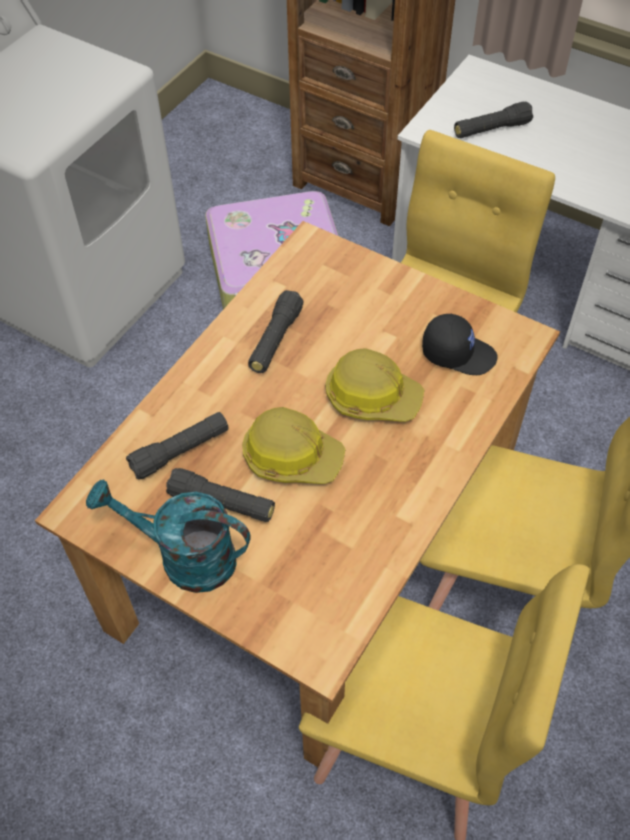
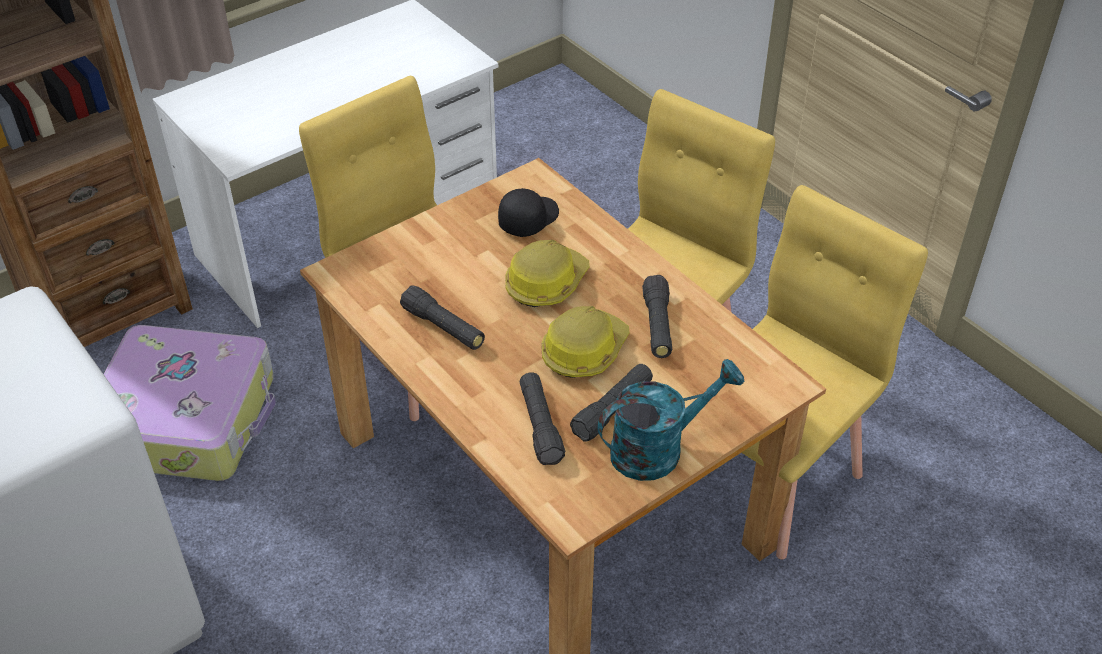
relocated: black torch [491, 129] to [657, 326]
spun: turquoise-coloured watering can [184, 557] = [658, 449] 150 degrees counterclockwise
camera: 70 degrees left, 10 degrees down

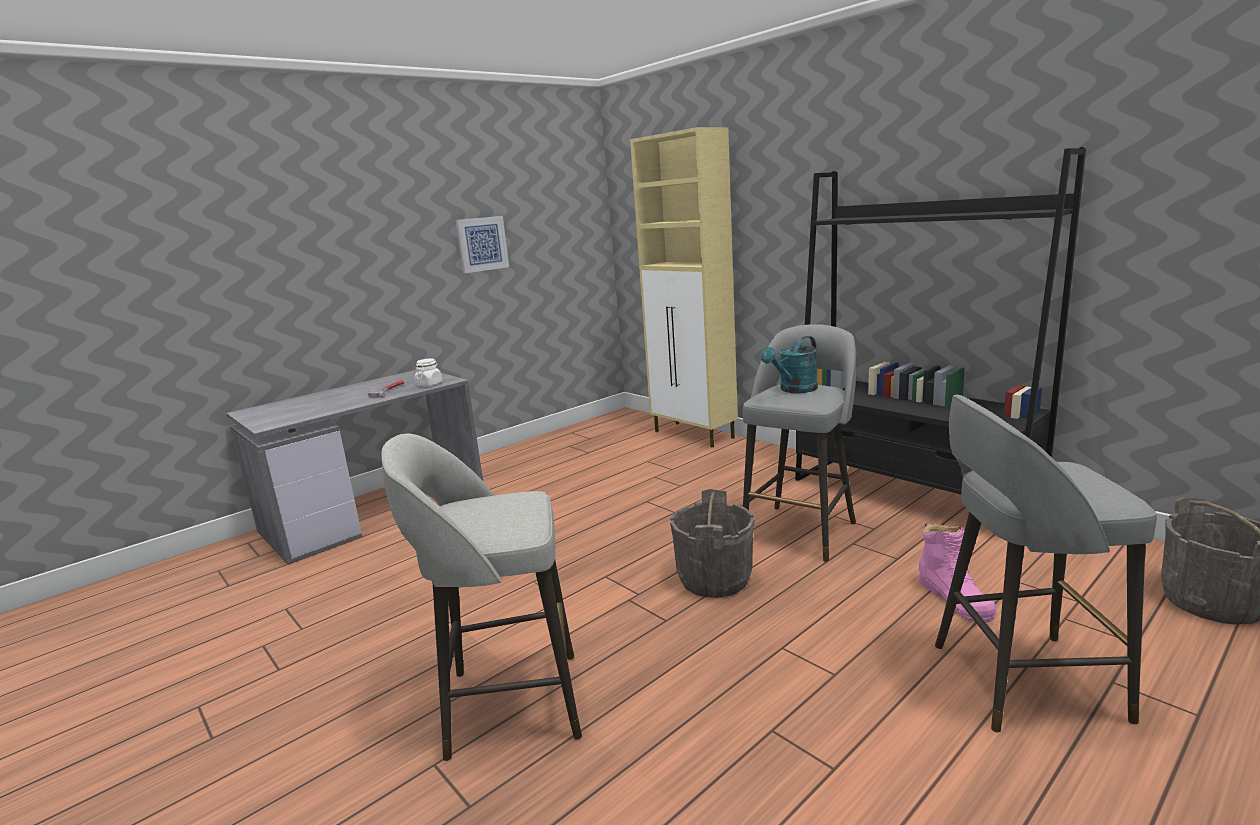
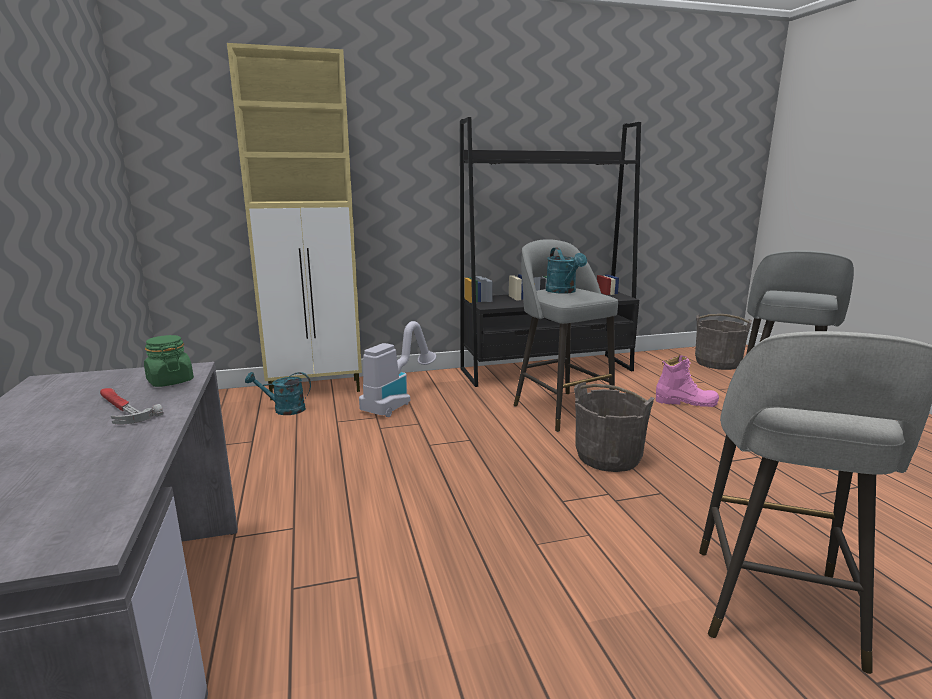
missing: wall art [482, 244]
appeared: turquoise-coloured watering can [284, 409]; vacuum cleaner [397, 401]
colour: whitish jar [429, 384] to greenish jar [170, 381]
camera: 65 degrees left, 0 degrees up

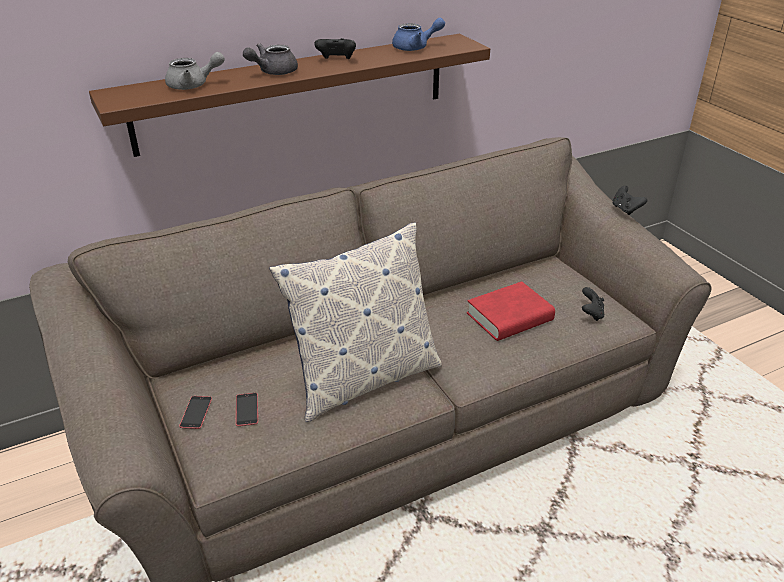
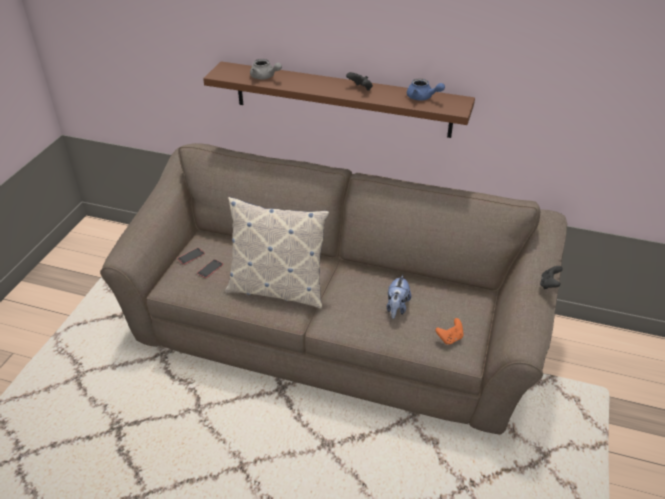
missing: grey teapot [273, 72]
exchanged: red-coloured bound book [509, 317] to cuddly toy [397, 308]
colour: black gamepad [591, 314] to orange gamepad [450, 338]
camera: 45 degrees right, 5 degrees up

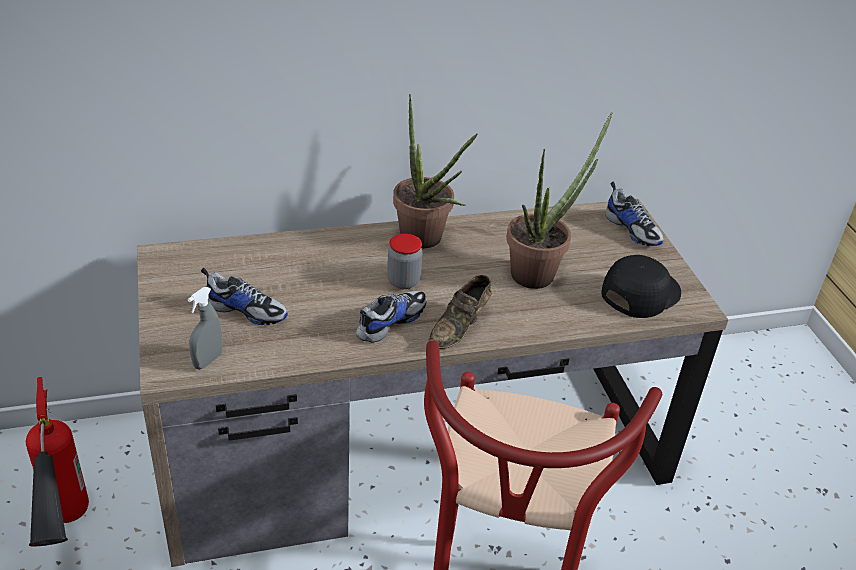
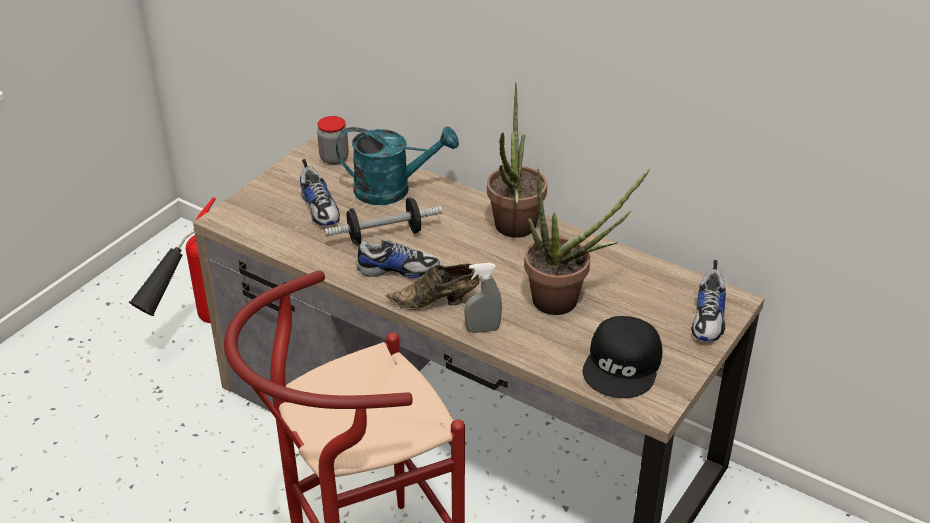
appeared: free weight [384, 235]; turquoise-coloured watering can [393, 190]
relocated: grey spray bottle [207, 361] to [482, 329]; jar [403, 281] to [334, 158]
spun: black cap [639, 292] = [623, 365] 105 degrees clockwise
camera: 50 degrees right, 0 degrees up

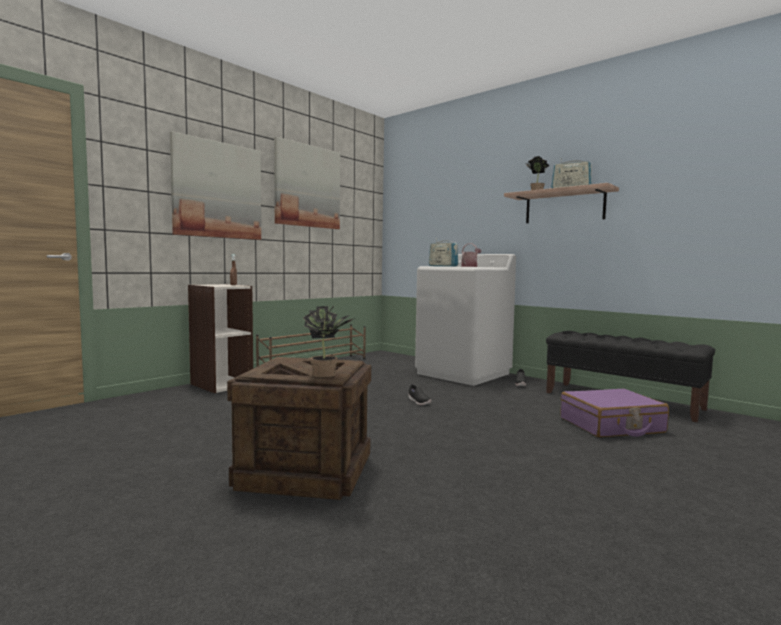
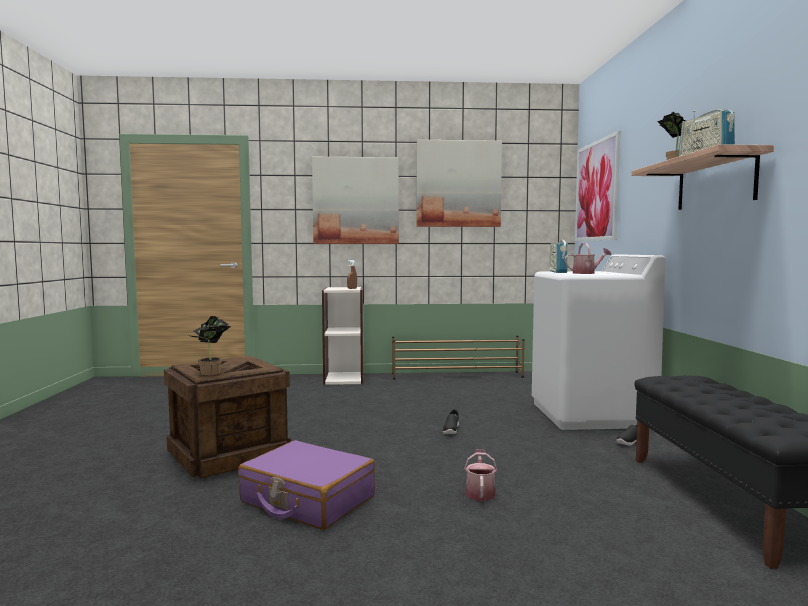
appeared: watering can [480, 492]; wall art [596, 191]
relocated: purple suitcase [611, 425] to [307, 500]
camera: 45 degrees right, 0 degrees up

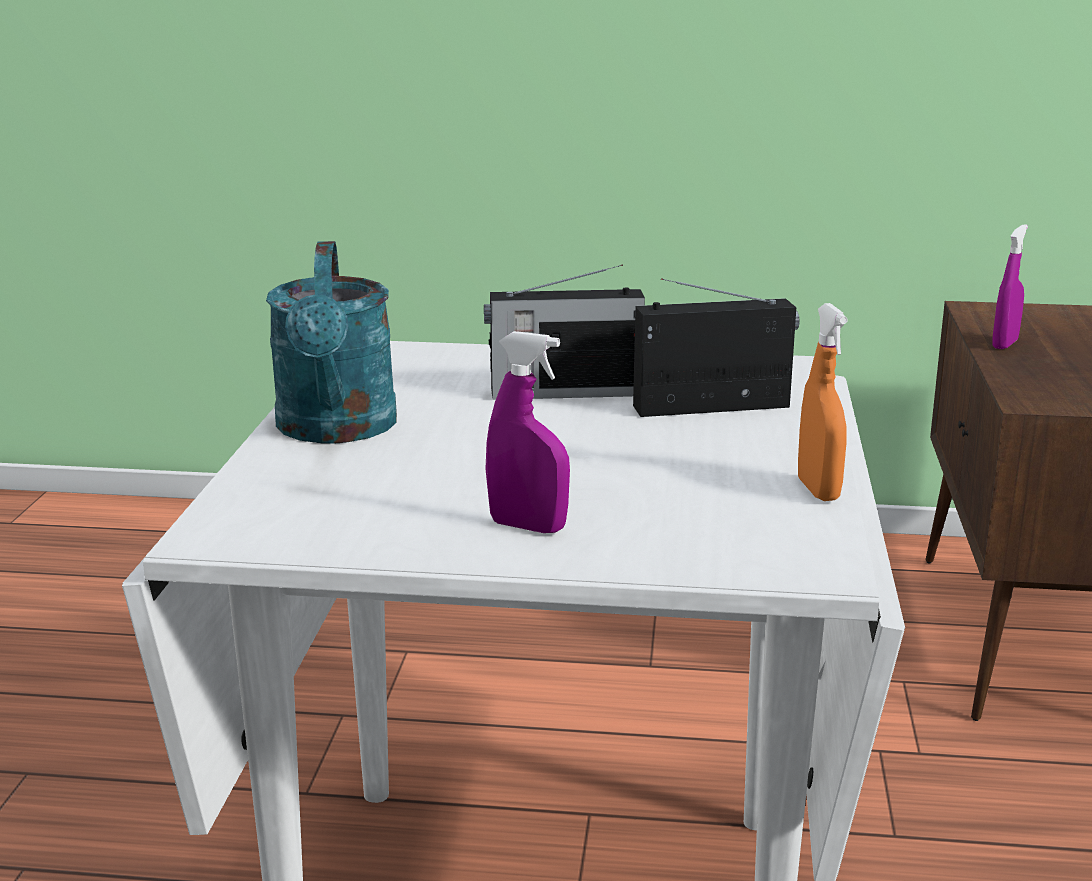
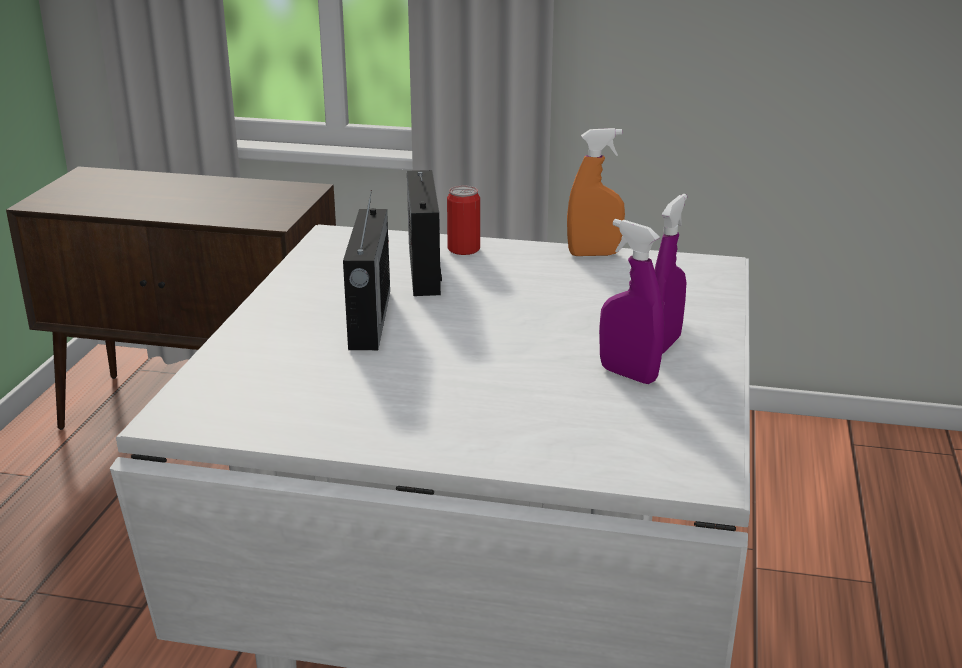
missing: turquoise-coloured watering can [336, 430]
appeared: can [463, 249]
relocated: purple spray bottle [1005, 344] to [628, 374]
camera: 85 degrees left, 5 degrees up

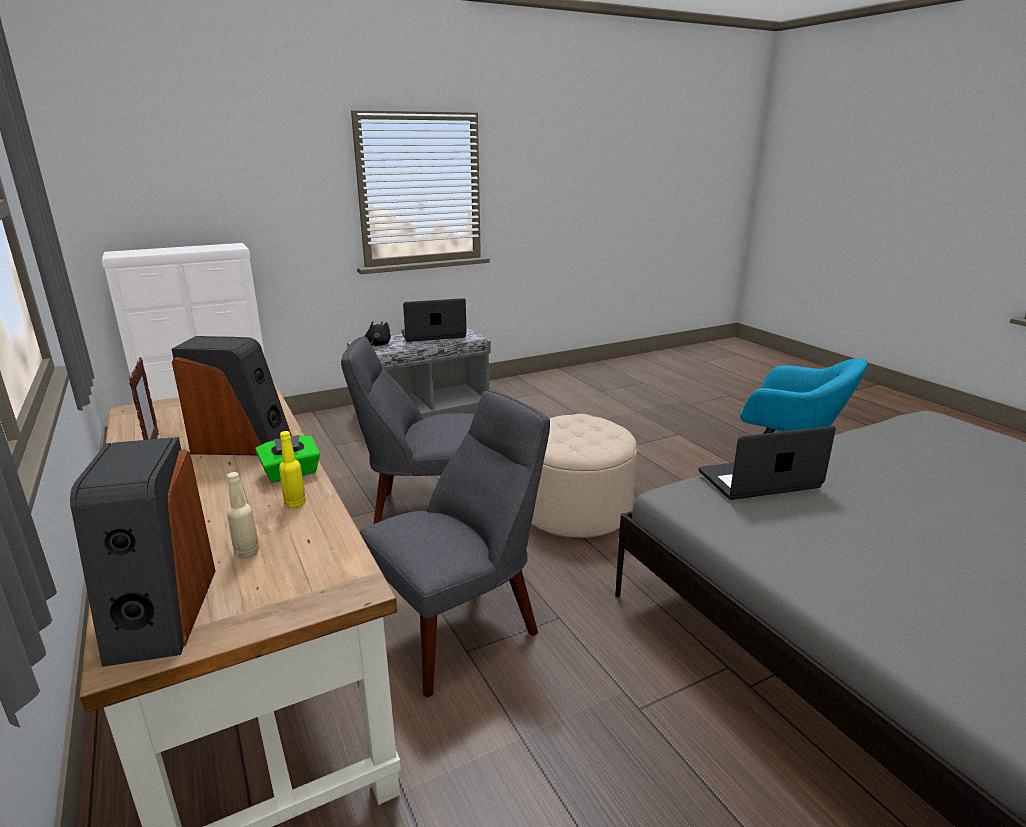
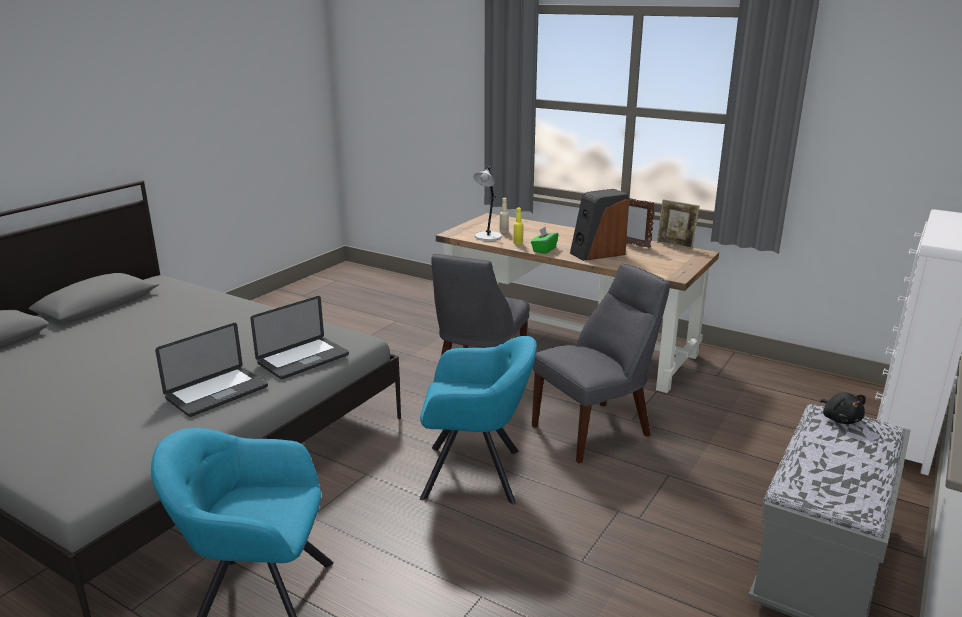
missing: loudspeaker [161, 613]
appeared: grey table lamp [487, 237]; picture frame [675, 245]
relocated: portable computer [433, 335] to [217, 393]
exchanged: beige-coloured ottoman [575, 509] to turquoise-coloured lounge chair [477, 474]
camera: 150 degrees right, 0 degrees up

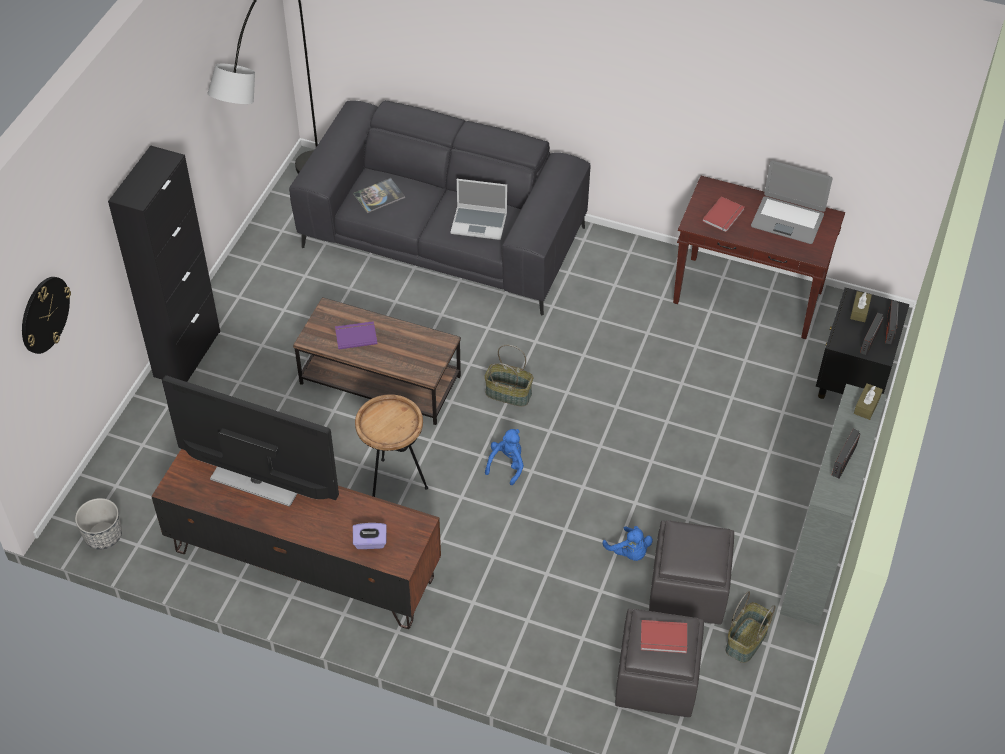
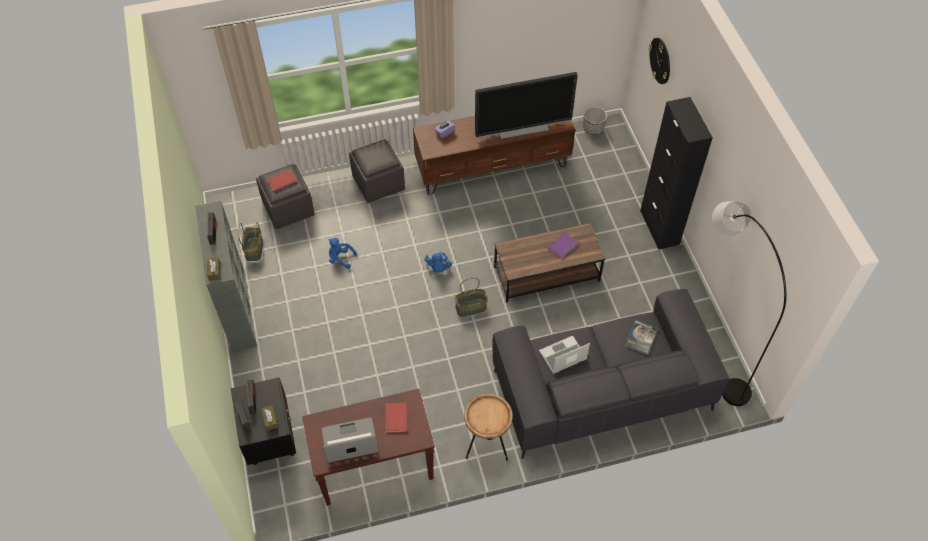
relocated: brown side table [394, 484] to [486, 447]; grey ottoman [687, 591] to [378, 183]
camera: 145 degrees right, 5 degrees up

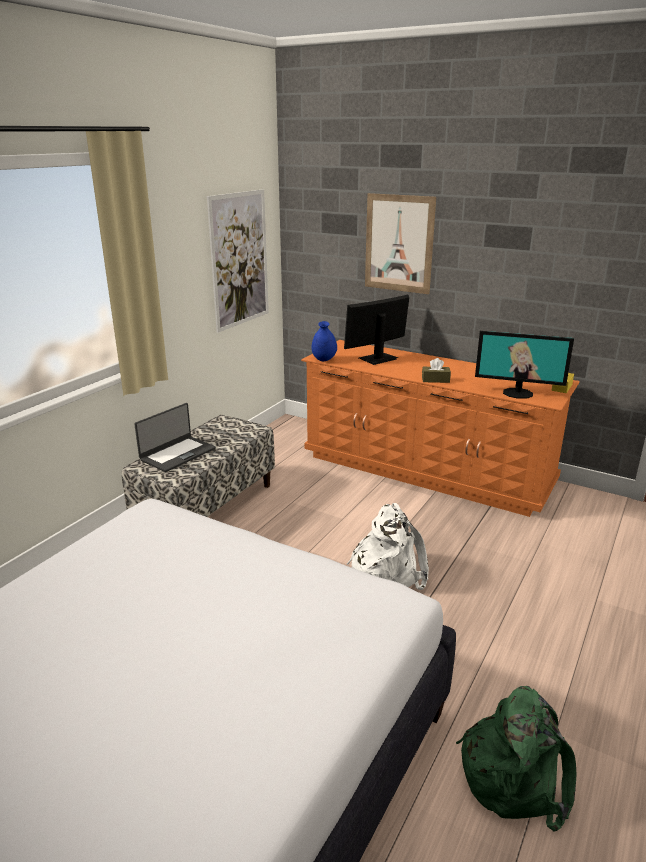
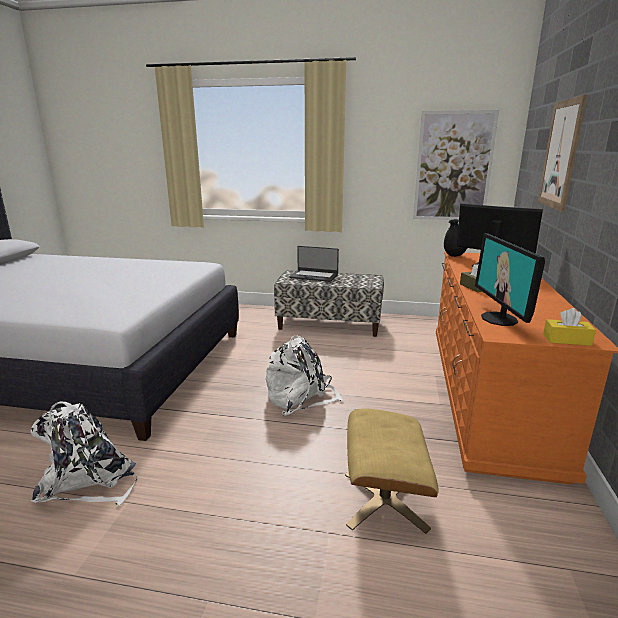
appeared: beige-coloured ottoman [384, 500]
colour: bluish decorative vase [324, 360] to black decorative vase [454, 256]; greenish knapsack [515, 773] to whitish knapsack [89, 481]
camera: 70 degrees right, 5 degrees down

